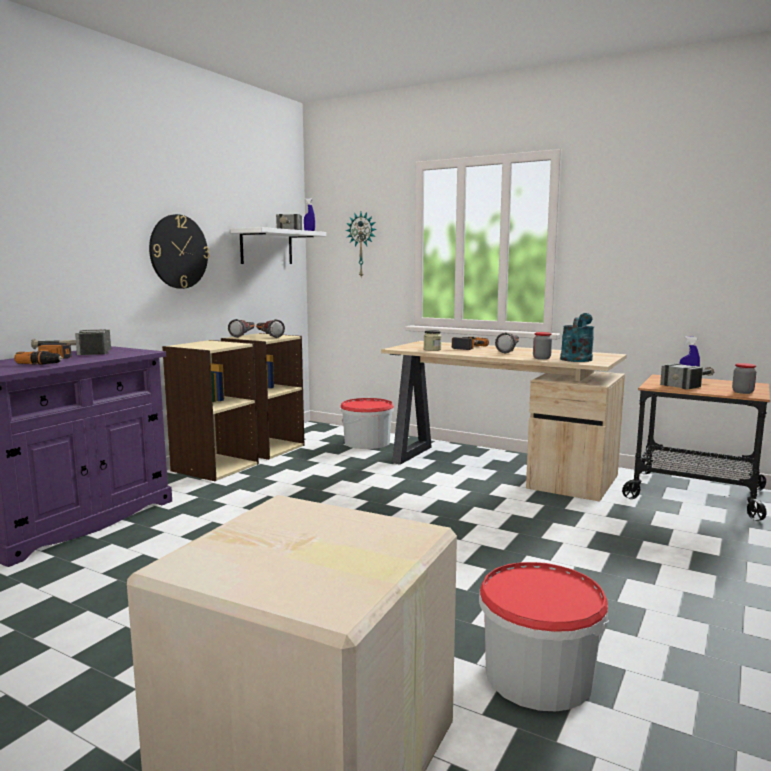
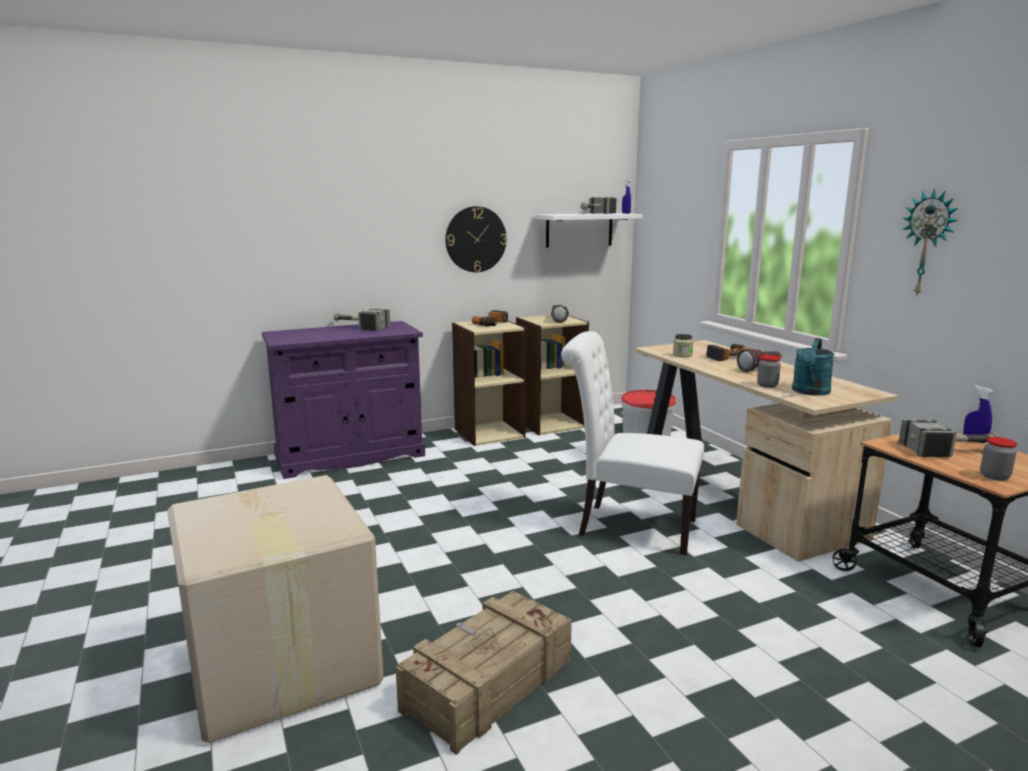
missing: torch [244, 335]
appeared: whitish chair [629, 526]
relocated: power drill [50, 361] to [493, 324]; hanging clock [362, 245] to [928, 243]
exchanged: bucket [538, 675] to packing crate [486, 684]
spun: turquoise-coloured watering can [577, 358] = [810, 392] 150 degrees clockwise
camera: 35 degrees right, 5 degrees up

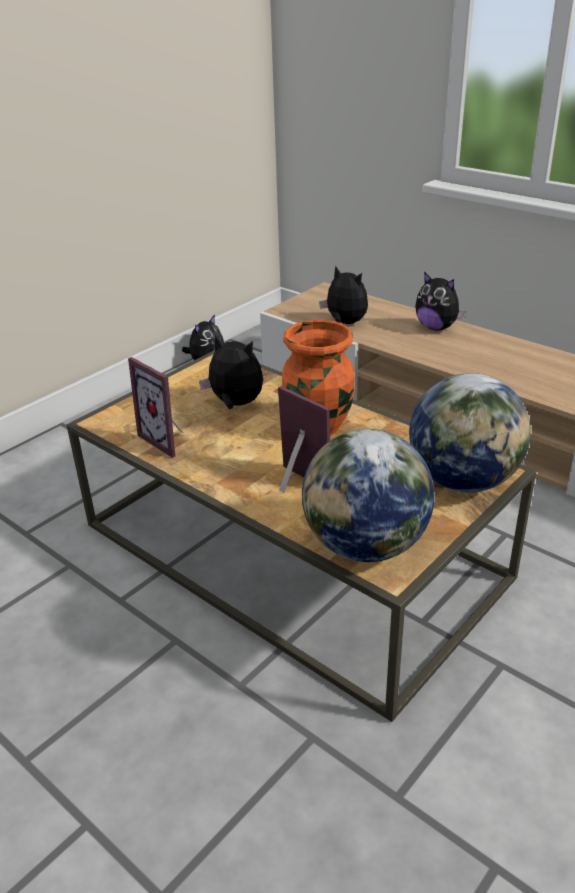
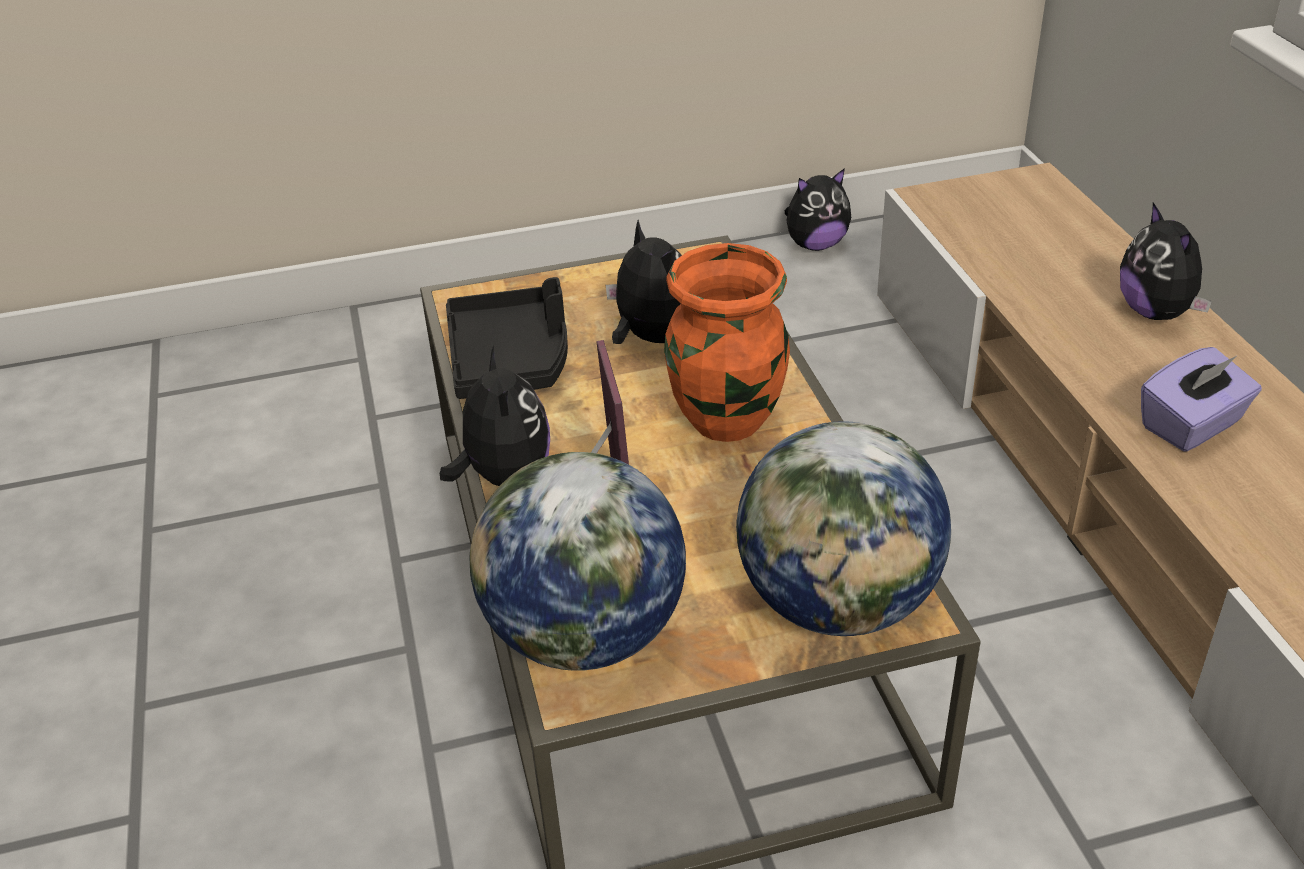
appeared: purple tissue holder [1192, 425]
relocated: cuddly toy [345, 323] to [504, 476]
exchanged: picture frame [168, 439] to black tray [511, 359]
camera: 35 degrees right, 5 degrees up

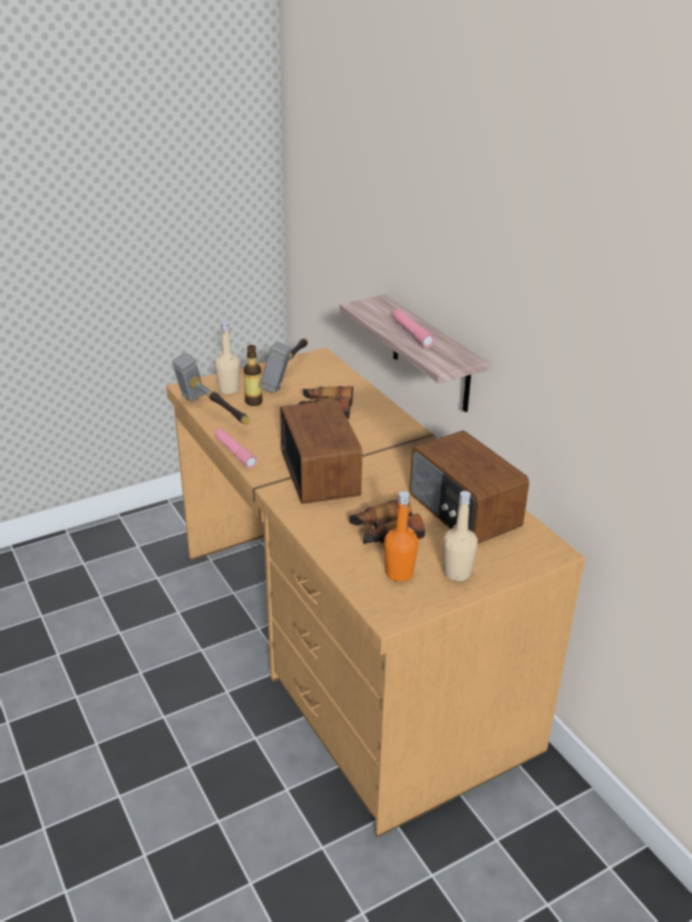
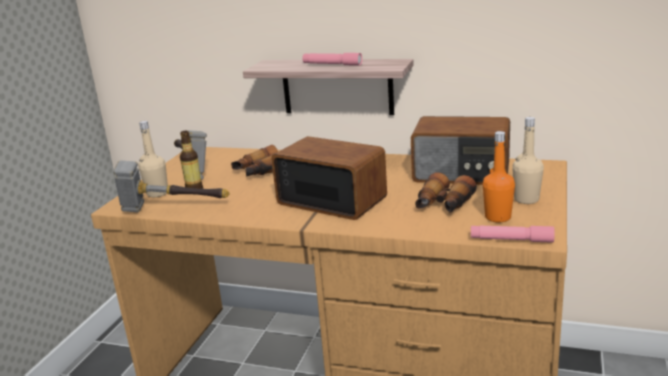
relocated: pinkish torch [235, 452] to [511, 240]
camera: 40 degrees left, 10 degrees down

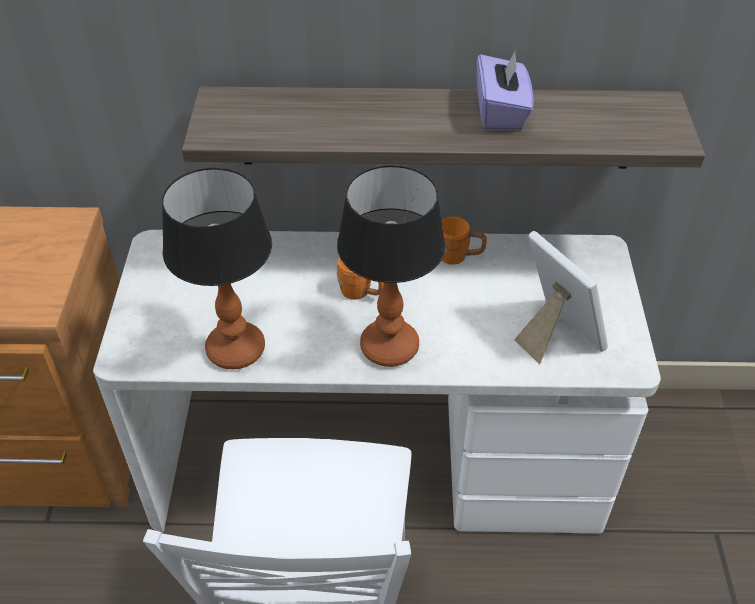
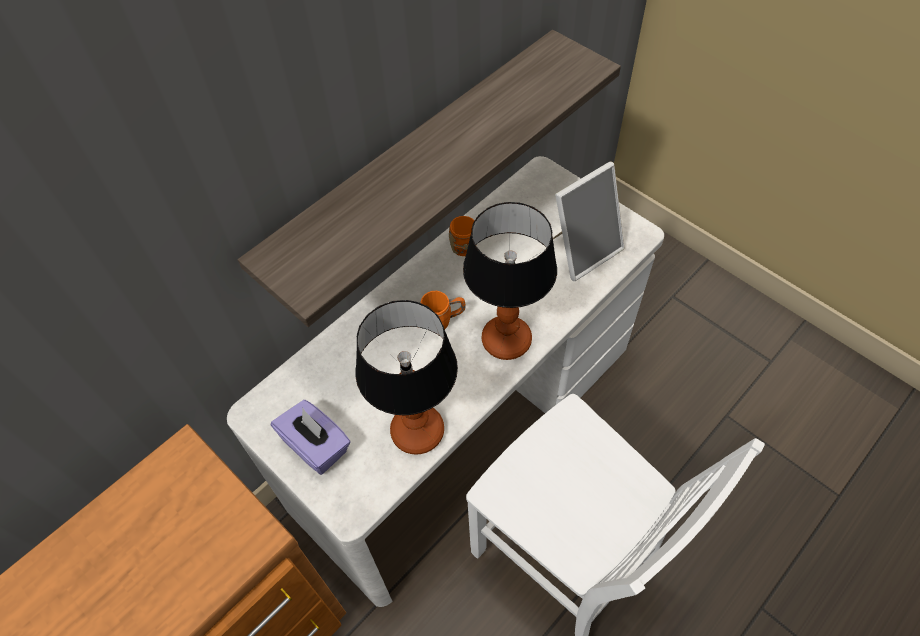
relocated: purple tissue holder [501, 112] to [316, 445]
spun: picture frame [554, 335] = [583, 250] 135 degrees clockwise
camera: 45 degrees left, 10 degrees up

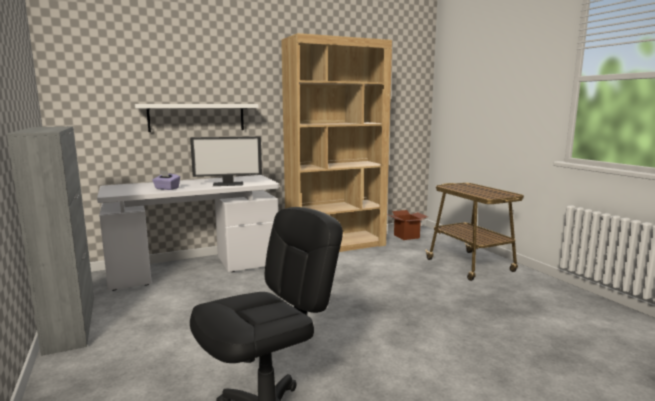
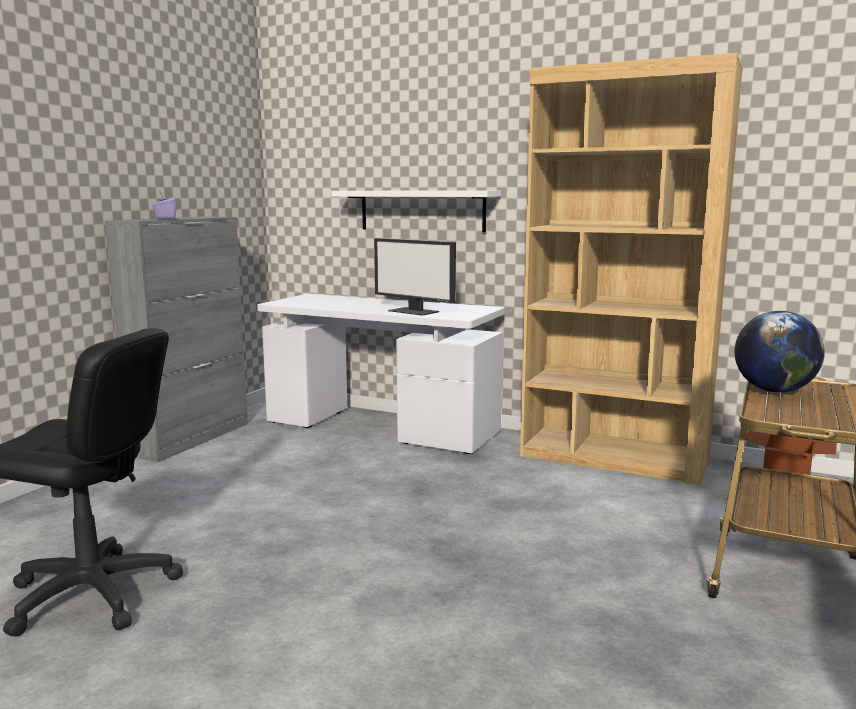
appeared: world globe [774, 391]
relocated: purple tissue holder [166, 188] to [165, 218]
camera: 50 degrees right, 0 degrees up

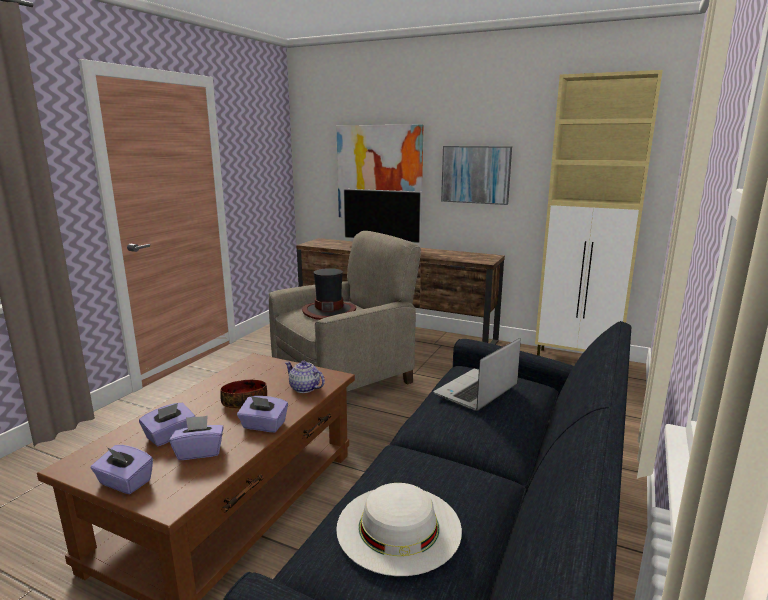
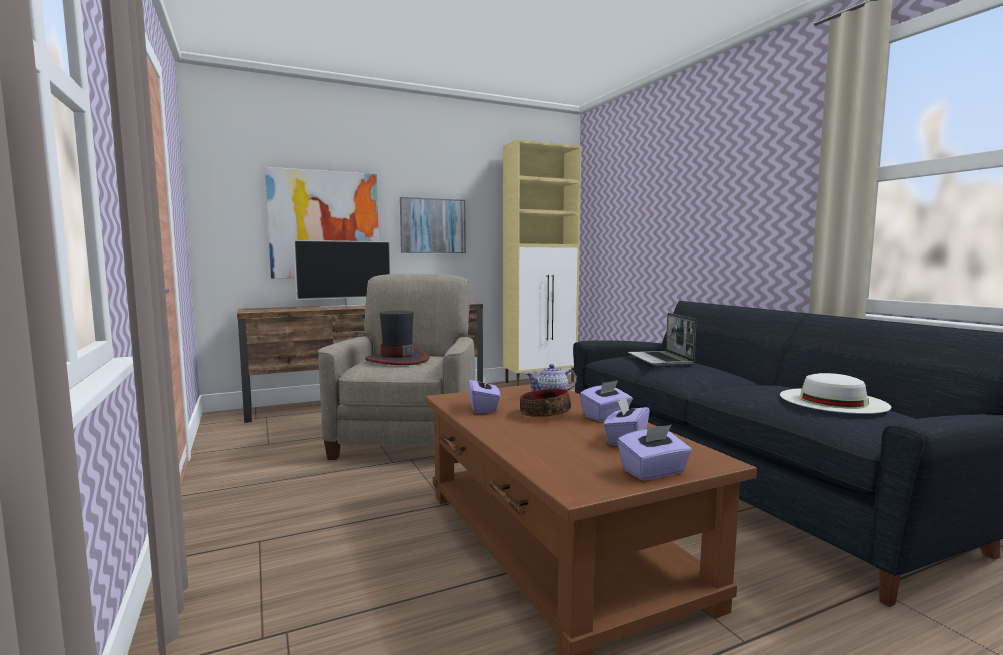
relocated: purple tissue holder [170, 436] to [484, 408]
camera: 50 degrees left, 10 degrees down

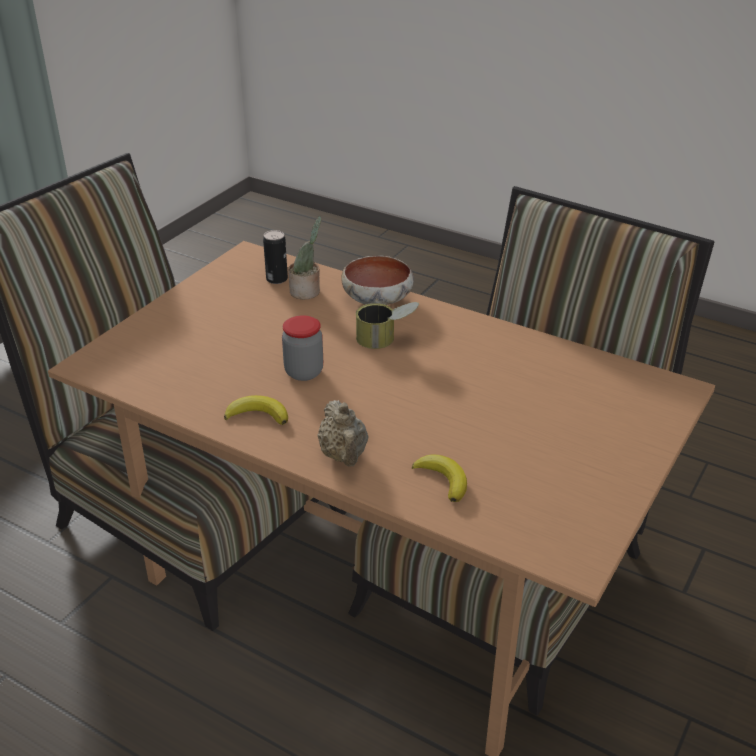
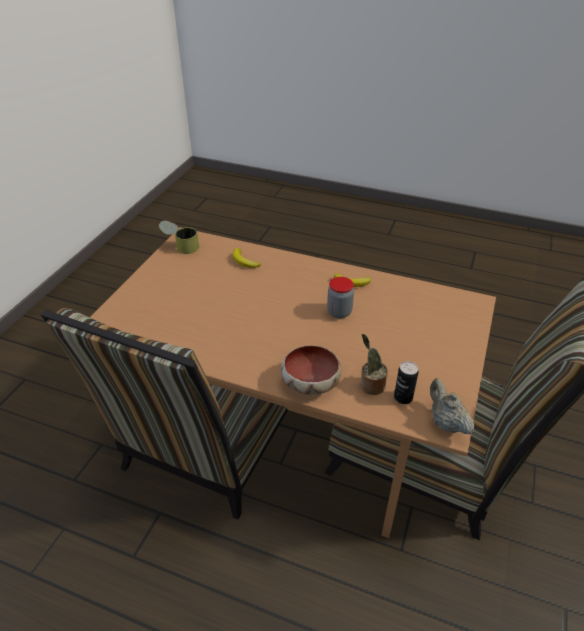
relocated: beige-coloured teapot [344, 456] to [446, 422]; can [386, 340] to [181, 247]
camera: 170 degrees right, 5 degrees up

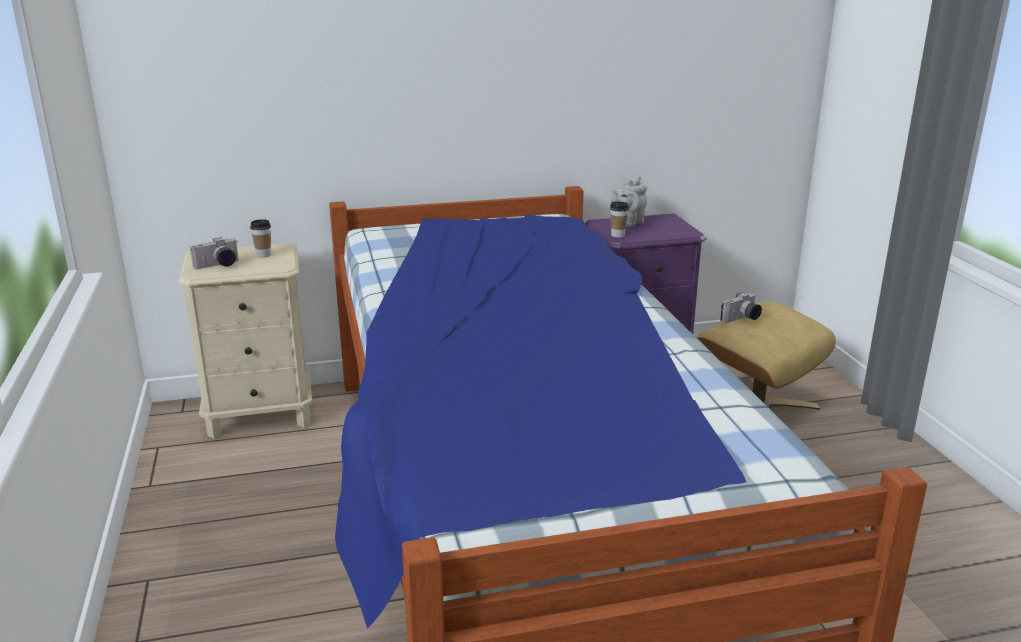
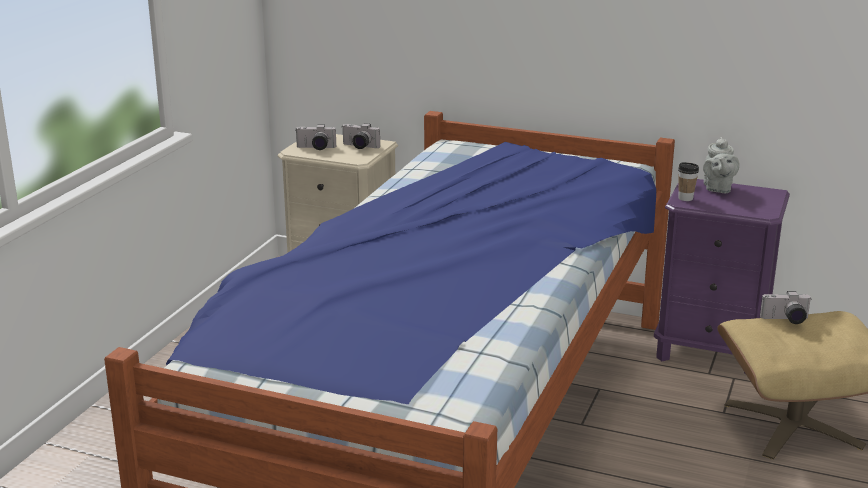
exchanged: cup [263, 255] to still camera [359, 147]
spun: grey teapot [627, 223] = [717, 189] 75 degrees counterclockwise
camera: 35 degrees right, 0 degrees up

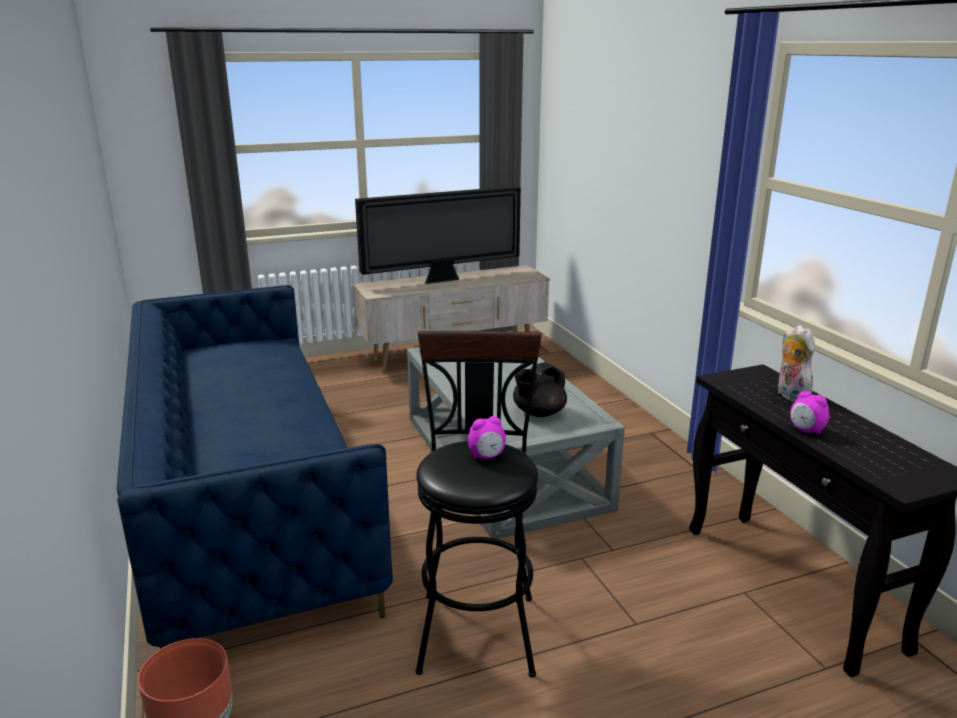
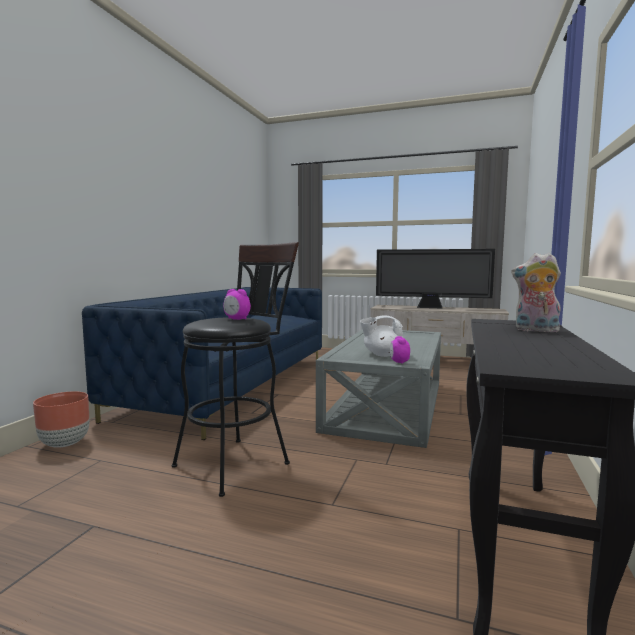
relocated: bedside clock [806, 430] to [399, 362]
colour: black teapot [538, 413] to whitish teapot [382, 355]
spun: cuddly toy [789, 395] = [535, 330] 90 degrees counterclockwise
camera: 40 degrees right, 15 degrees down

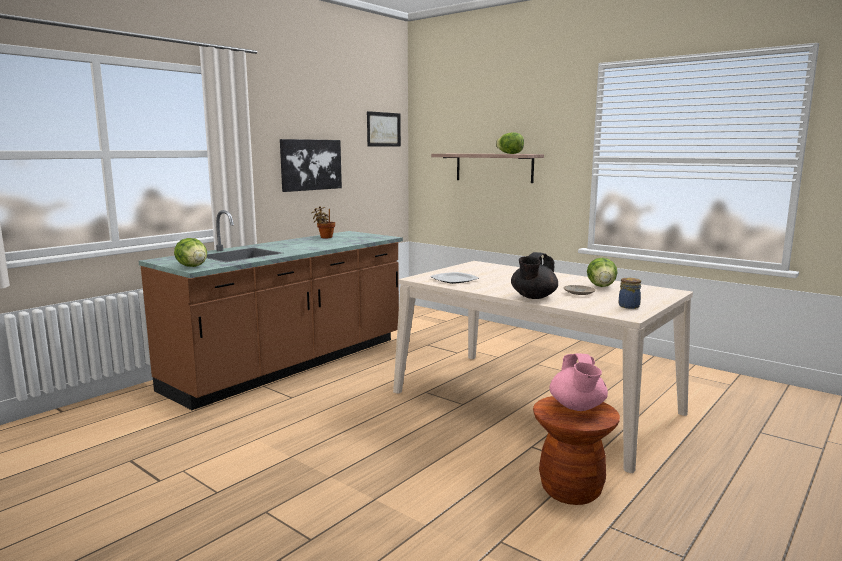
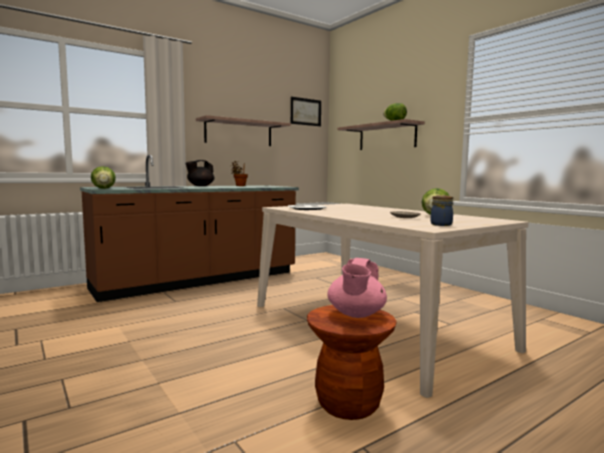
relocated: black teapot [533, 297] to [200, 186]
exchanged: wall art [310, 164] to shelf [239, 133]
camera: 15 degrees right, 5 degrees down

